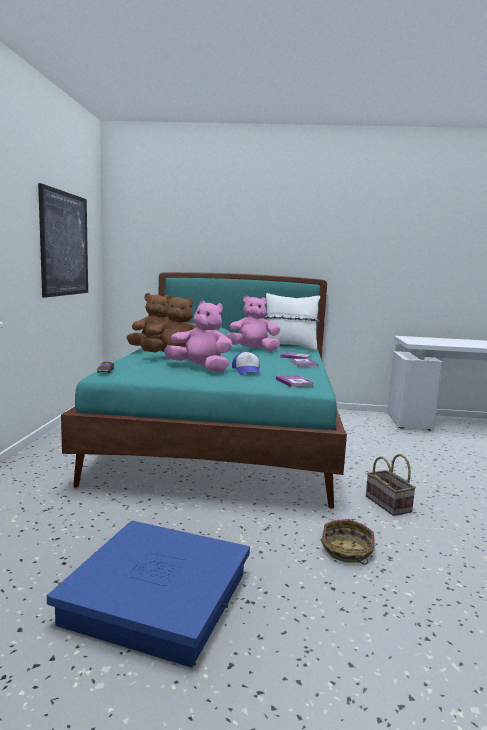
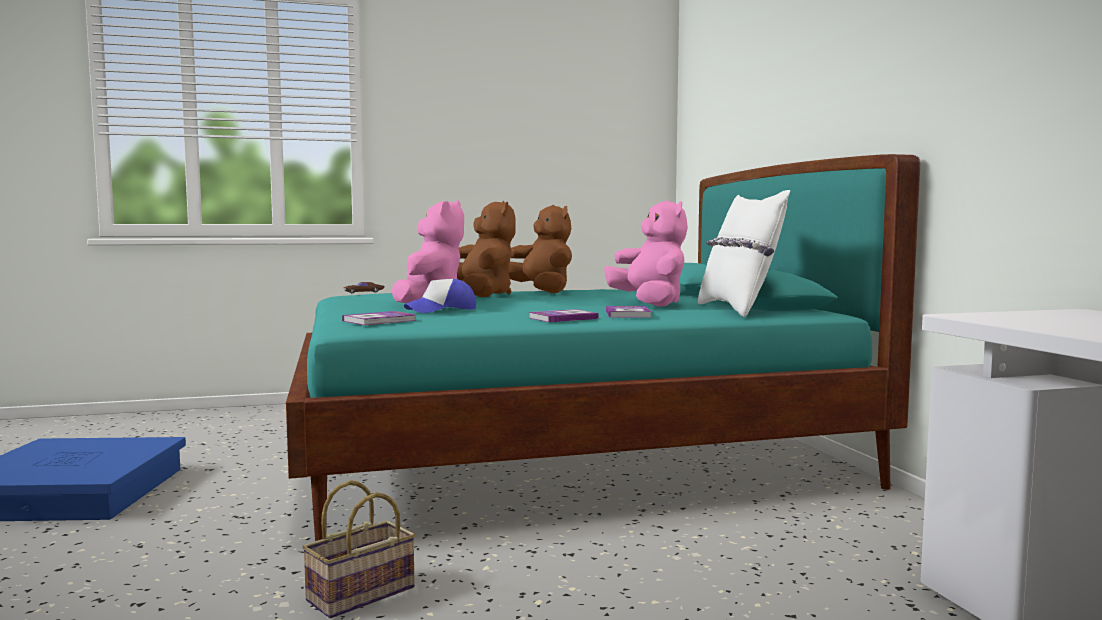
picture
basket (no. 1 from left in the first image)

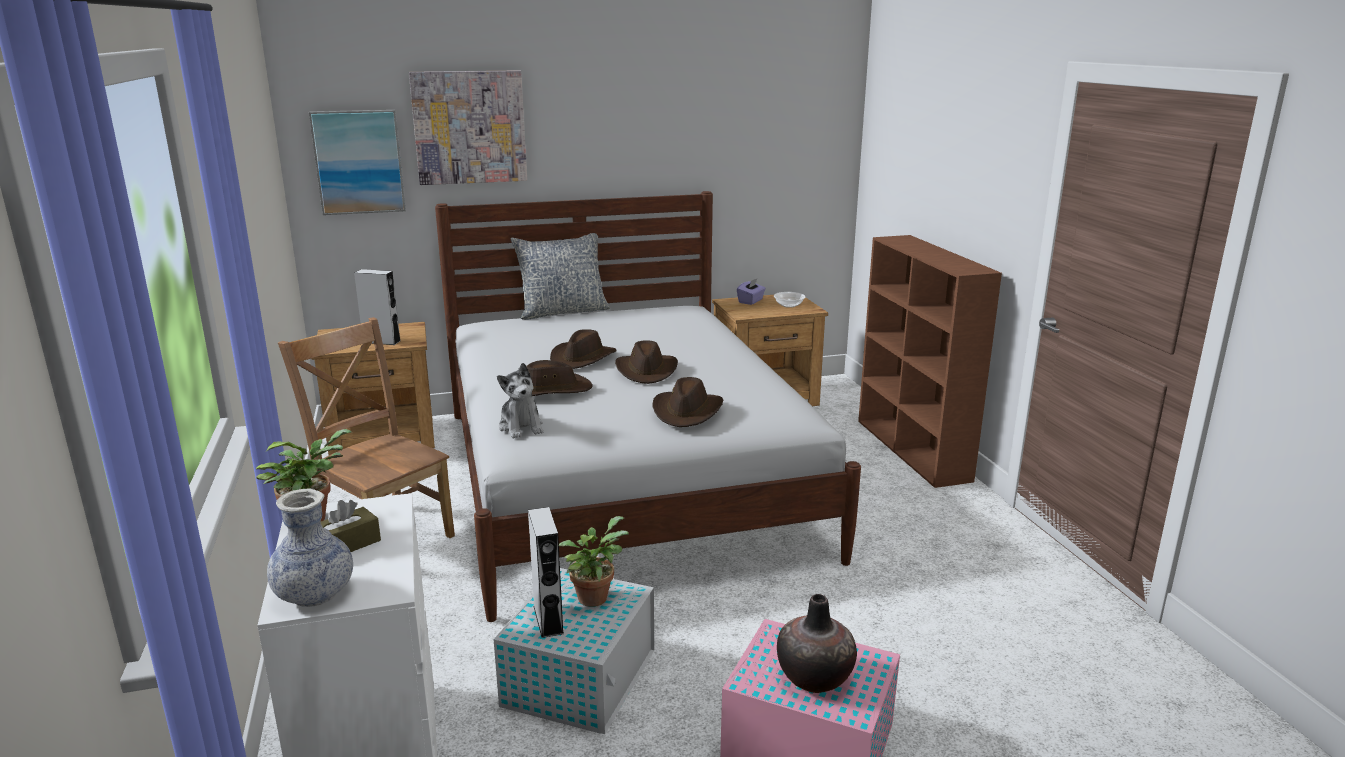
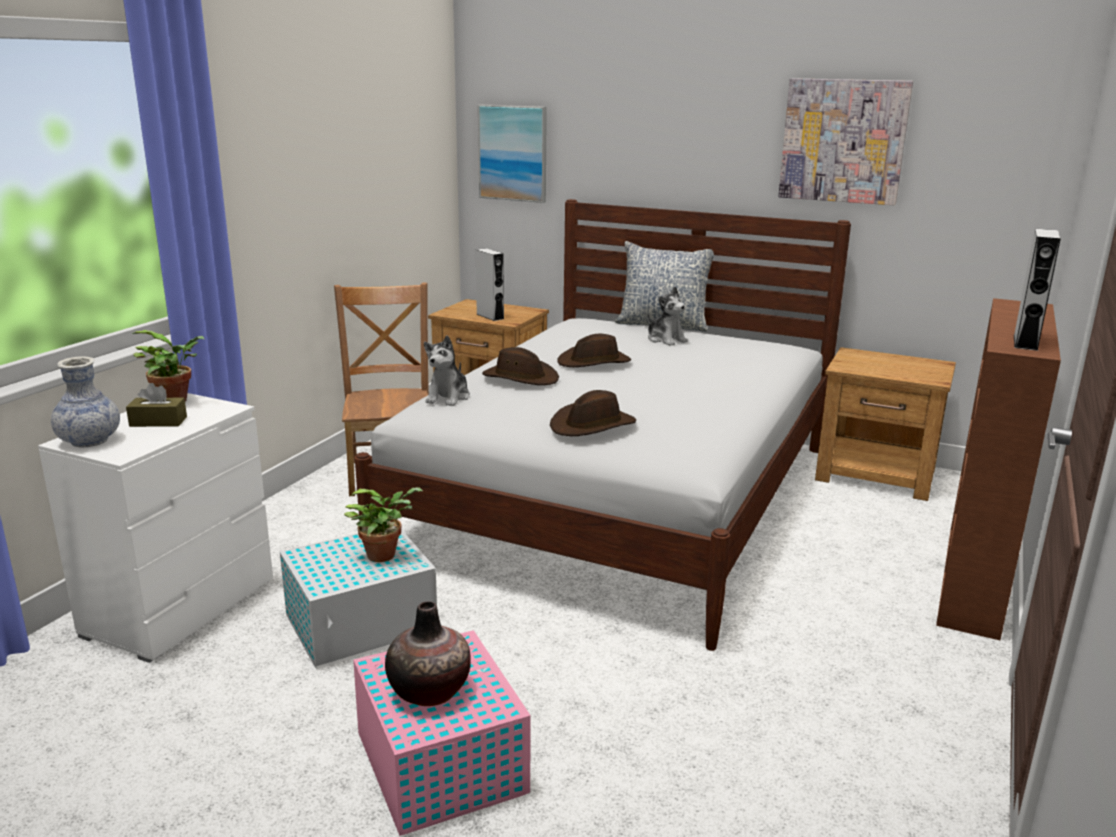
plush toy (no. 2 from left)
picture (no. 2 from left)
grey speaker (no. 2 from left)
brown hat (no. 3 from left in the first image)
purple tissue box
bowl

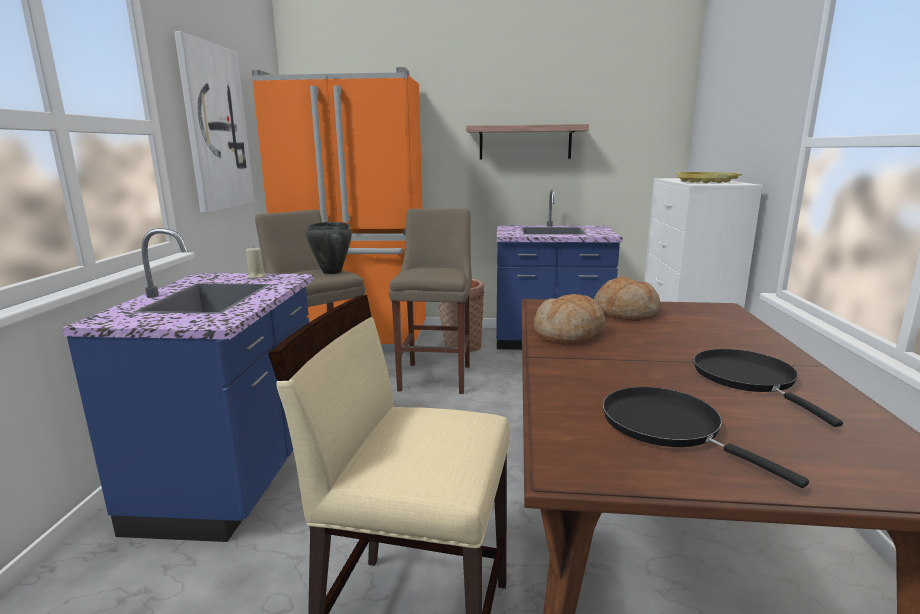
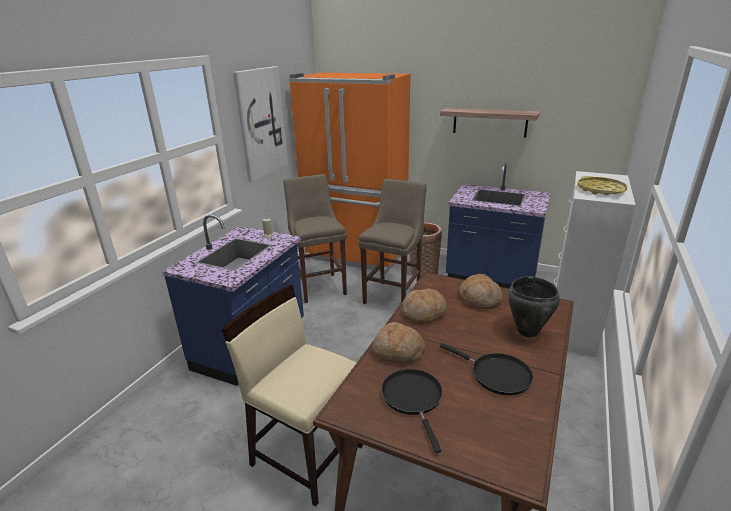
bread (no. 1 from left)
black frying pan (no. 2 from left)
black cooking pot

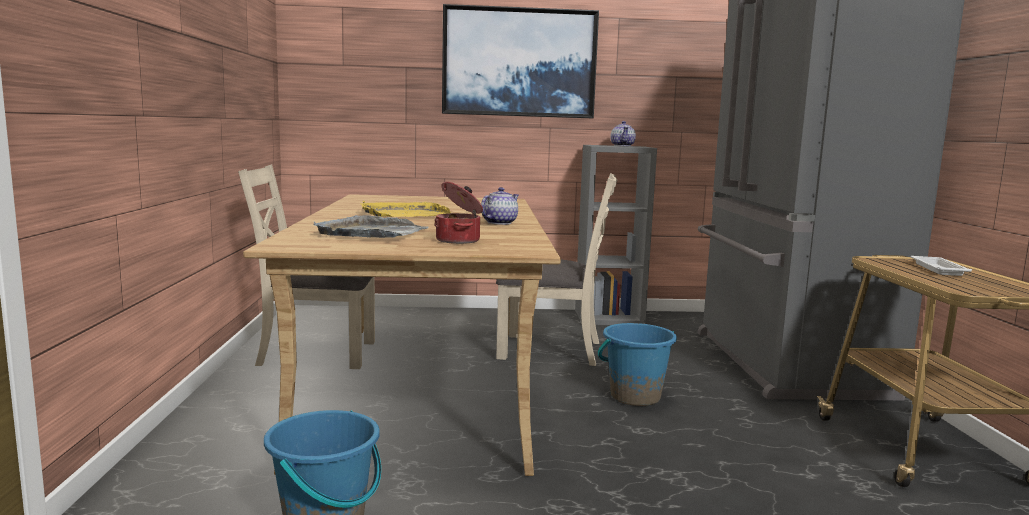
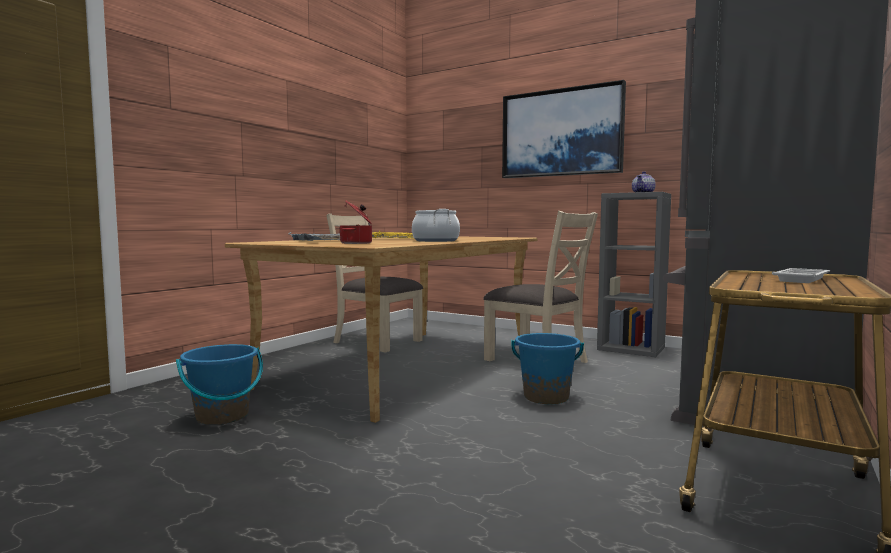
cooking pot (no. 2 from left)

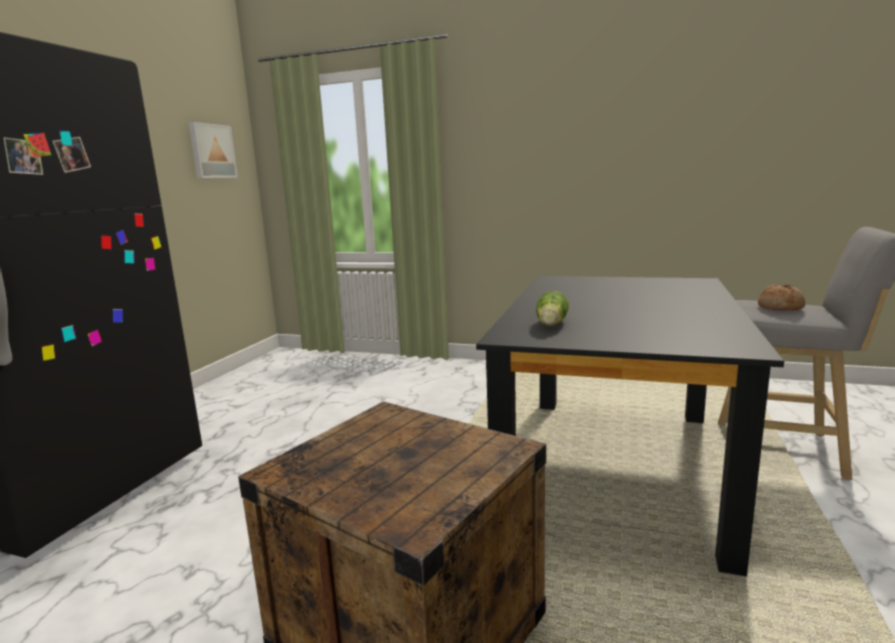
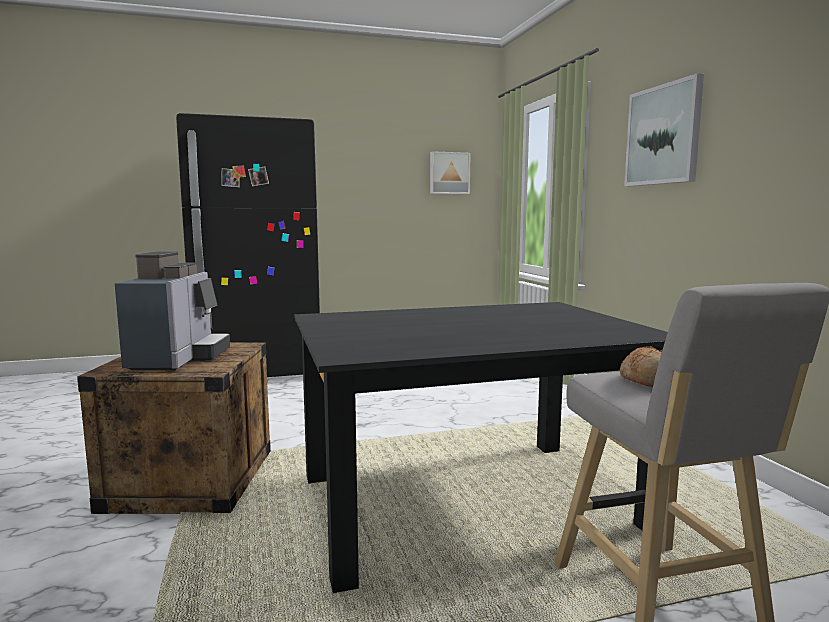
coffee machine
picture (no. 2 from left)
lettuce

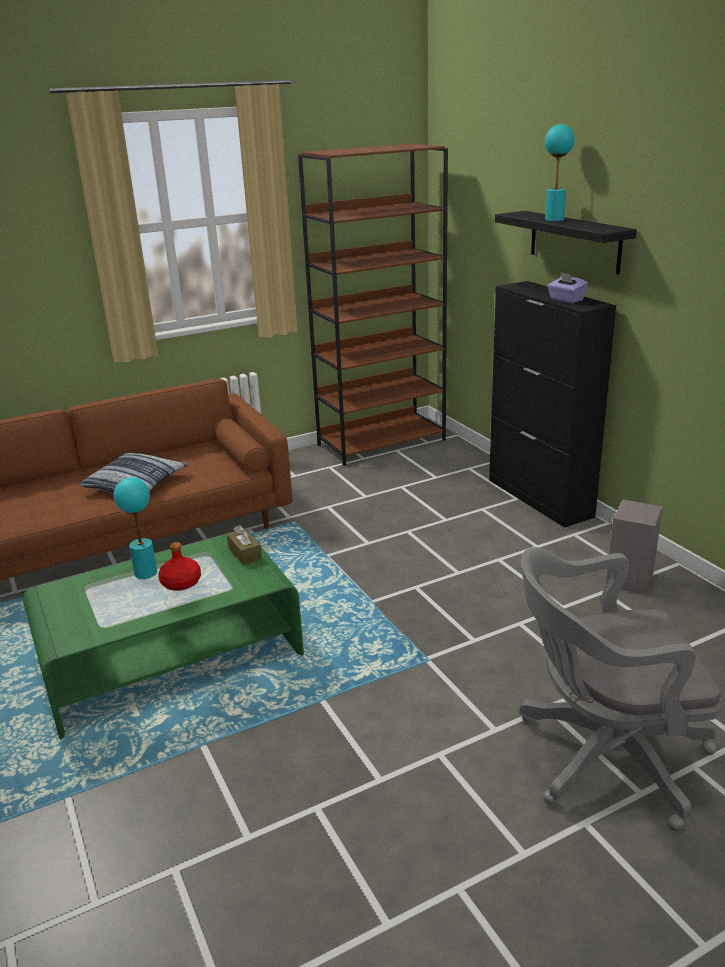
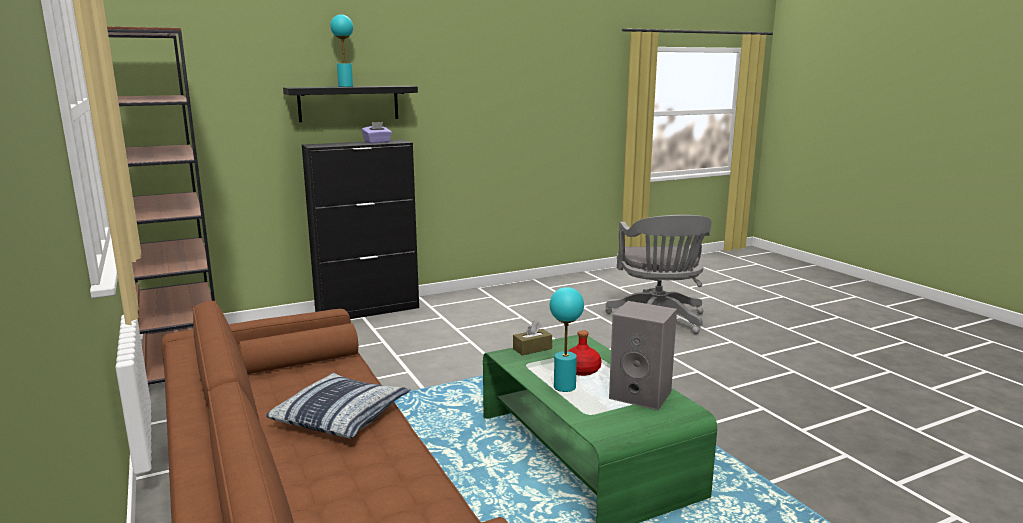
grey speaker

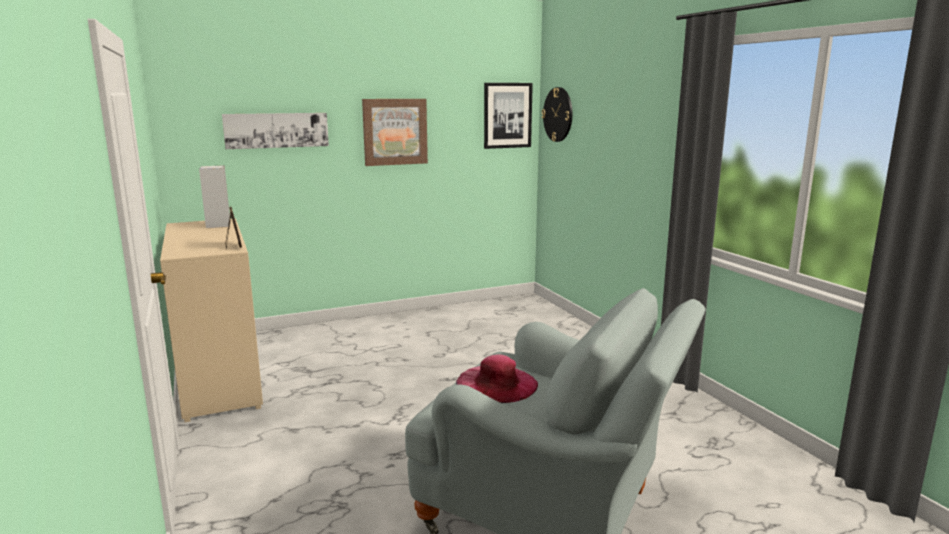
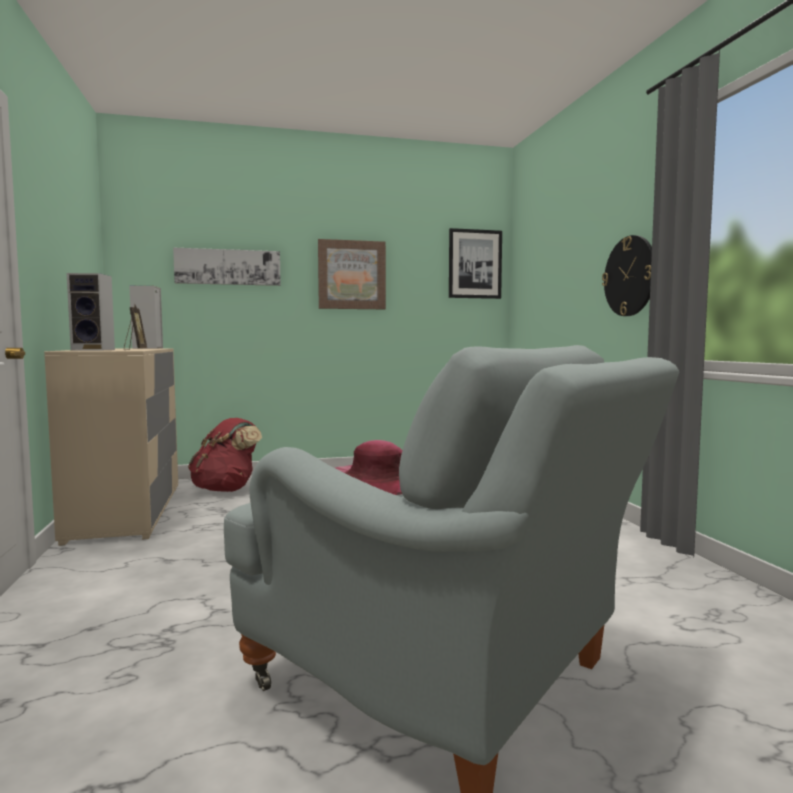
speaker (no. 1 from left)
red backpack
wall clock

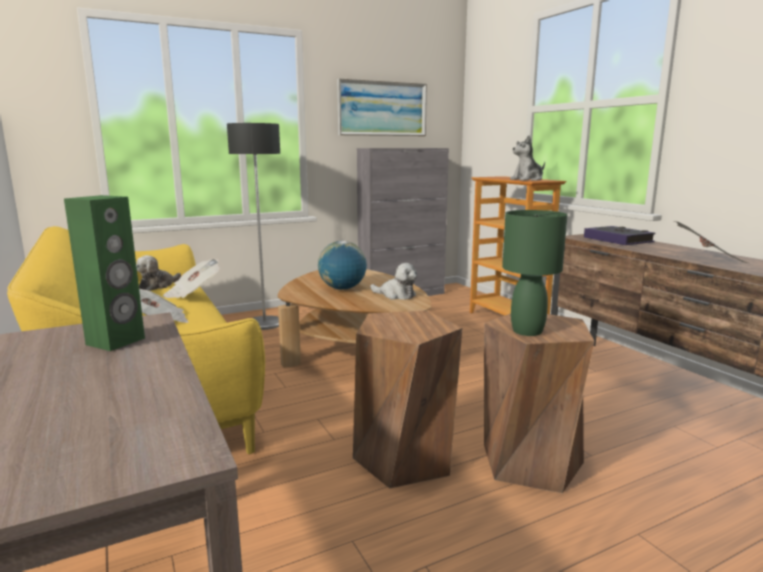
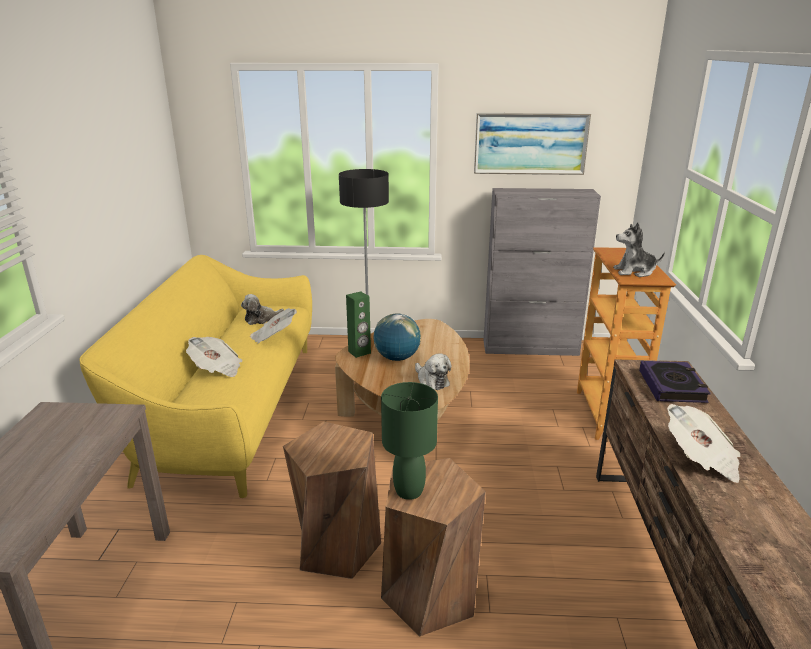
green speaker

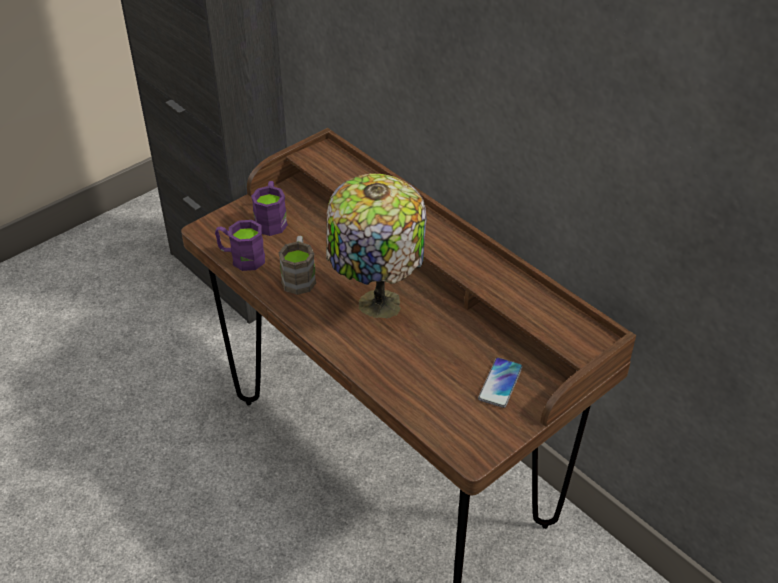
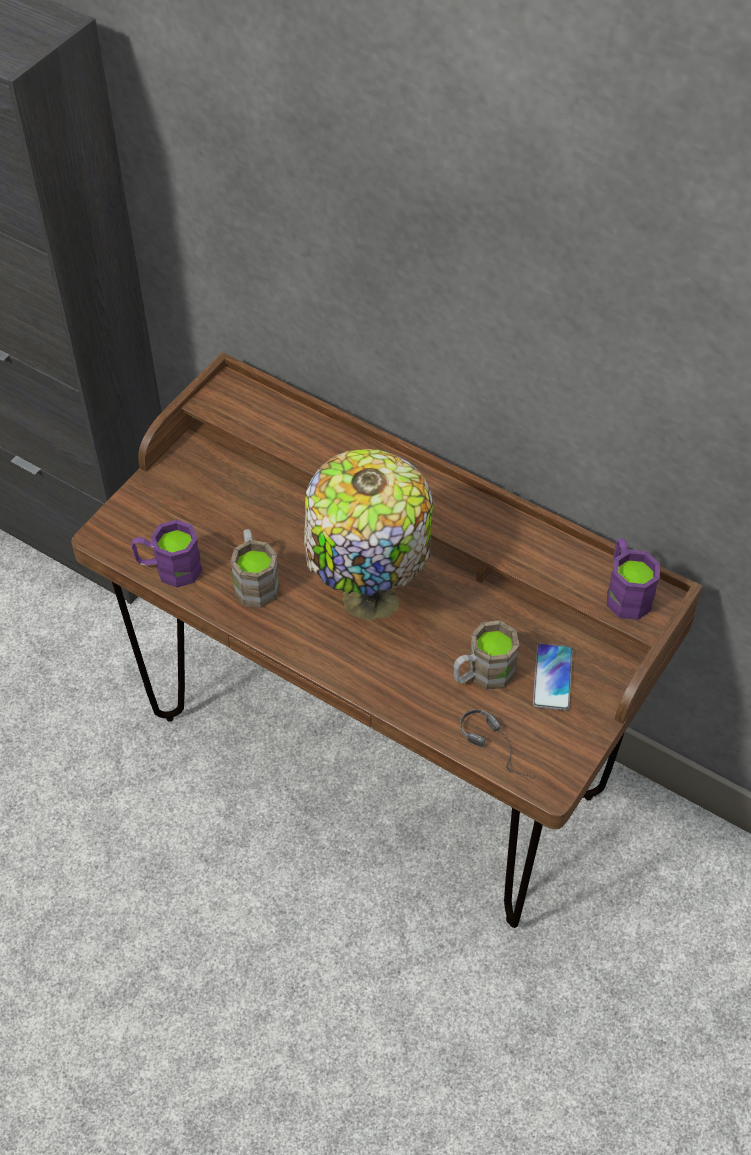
brown mug (no. 2 from left)
headphones
purple mug (no. 2 from left)

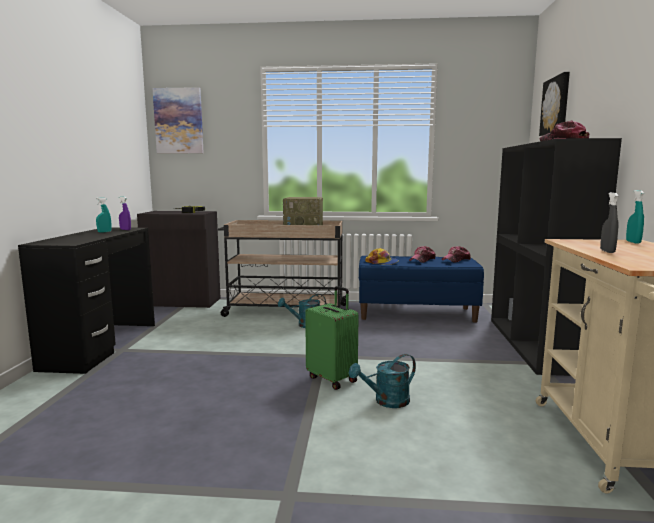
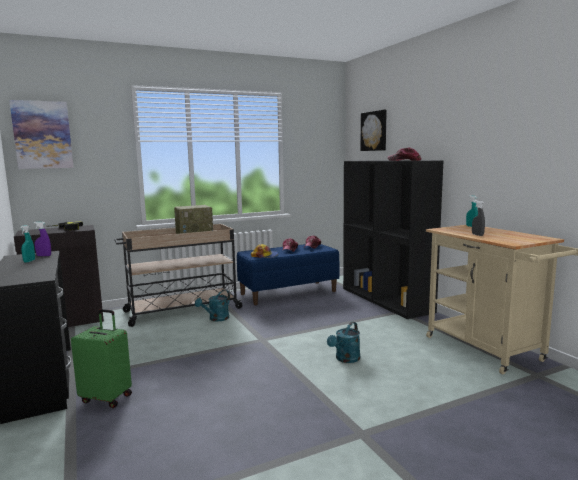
green suitcase

